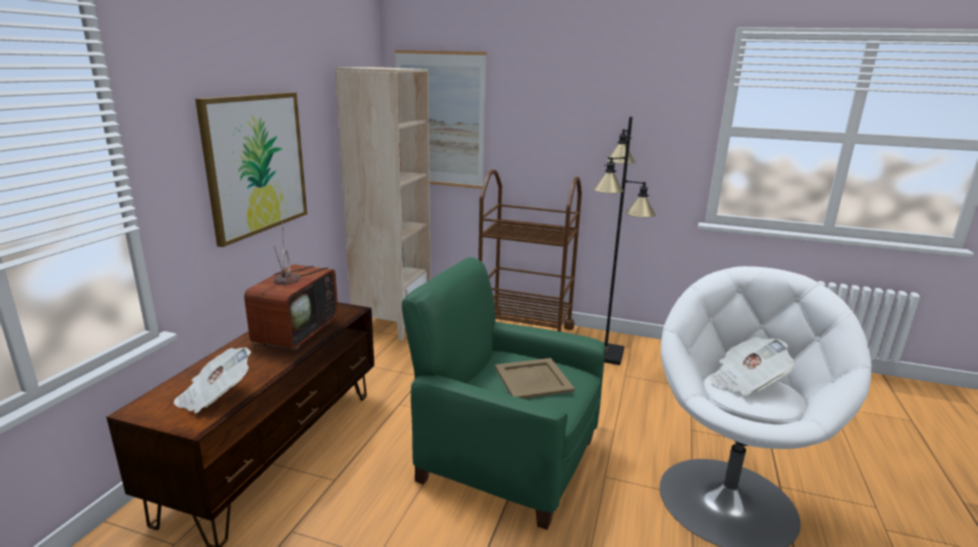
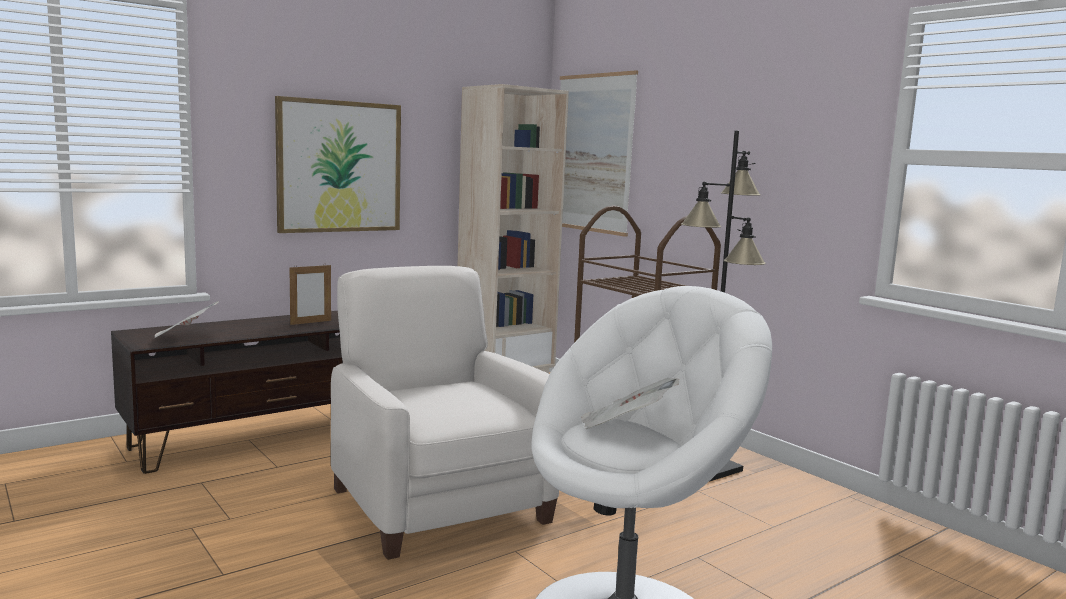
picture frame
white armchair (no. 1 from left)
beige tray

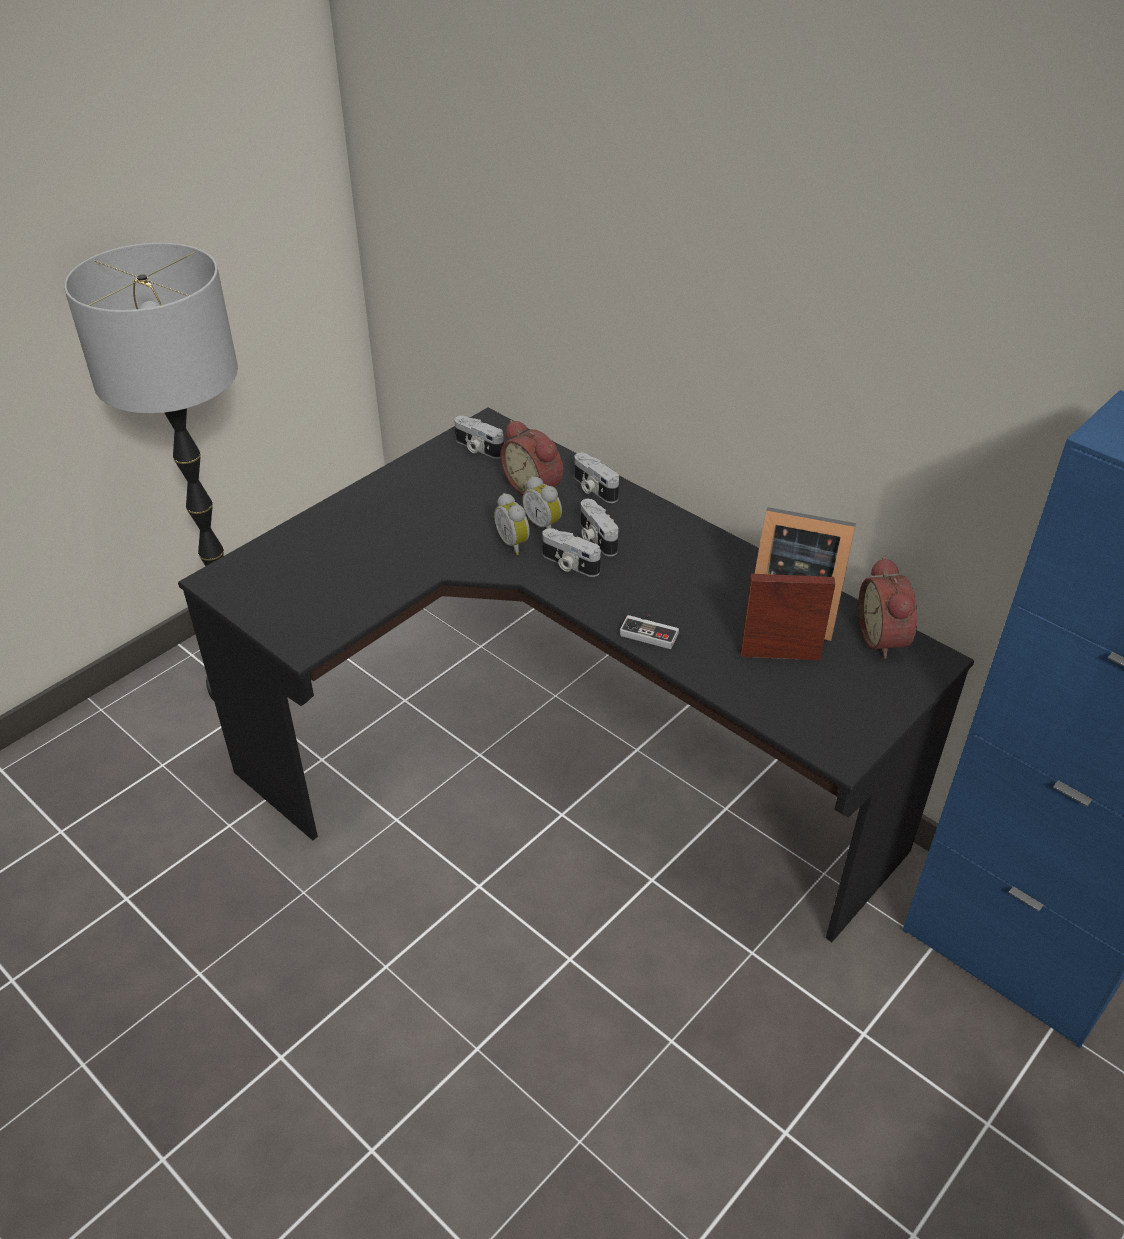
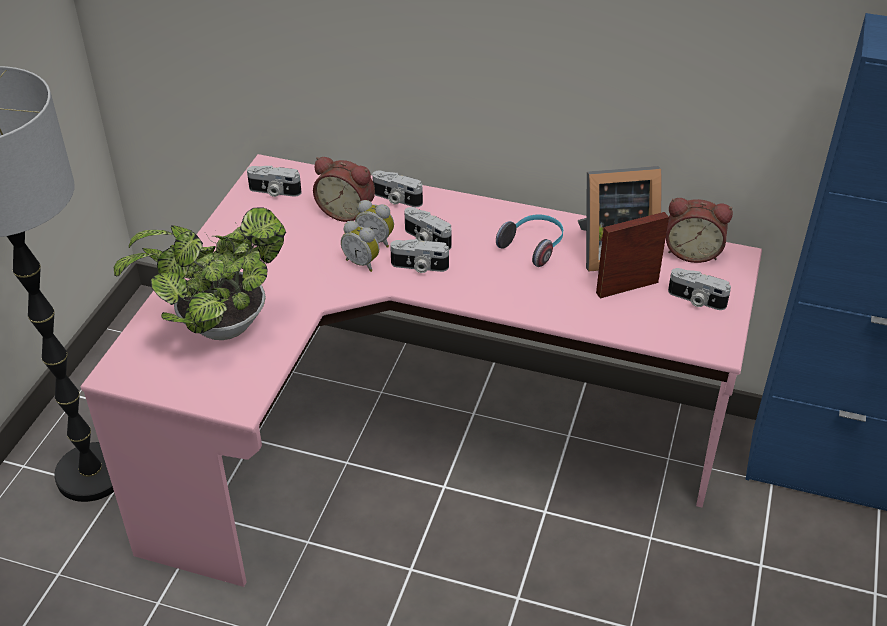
pink desk
potted plant
headphones
alarm clock (no. 4 from left)
photo camera (no. 5 from left)
game controller

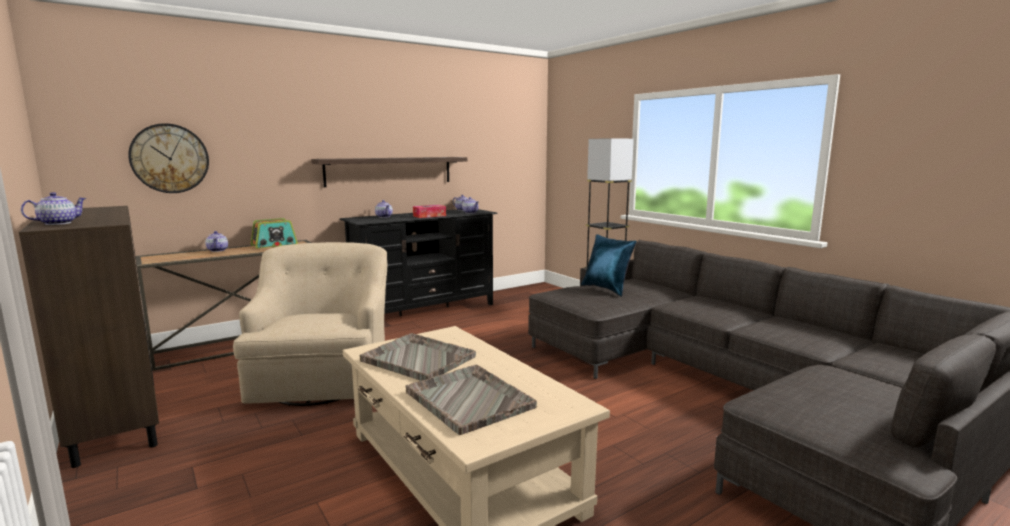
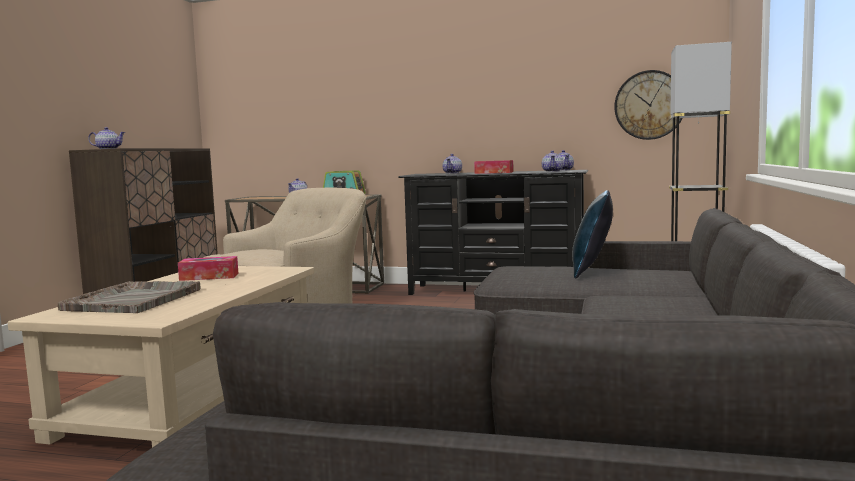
tissue box (no. 1 from left)
wall clock
shelf

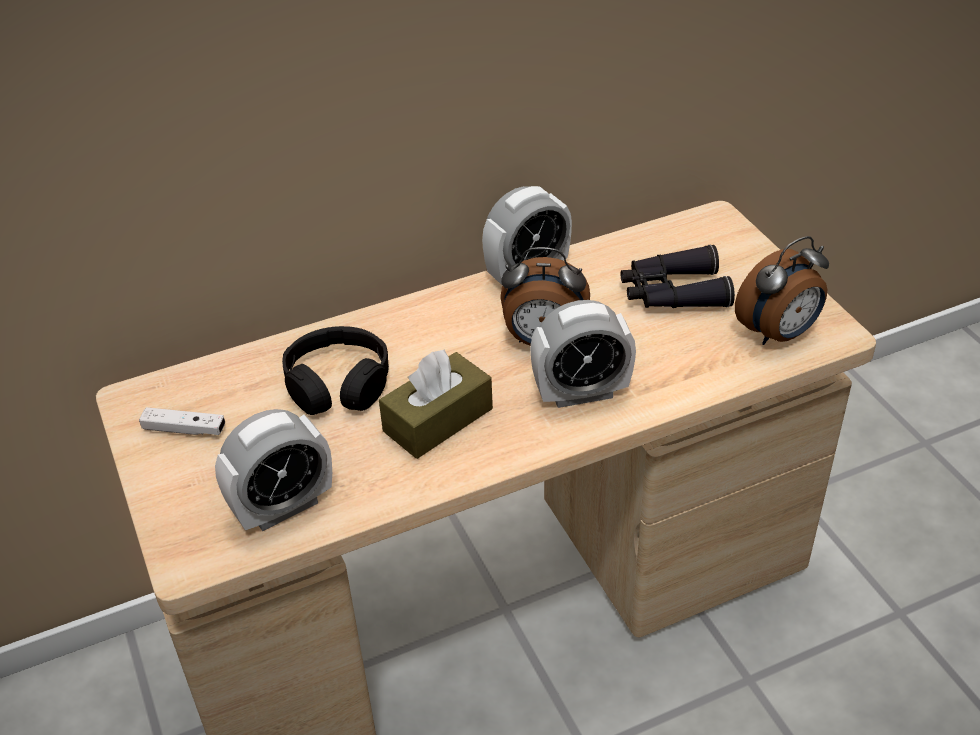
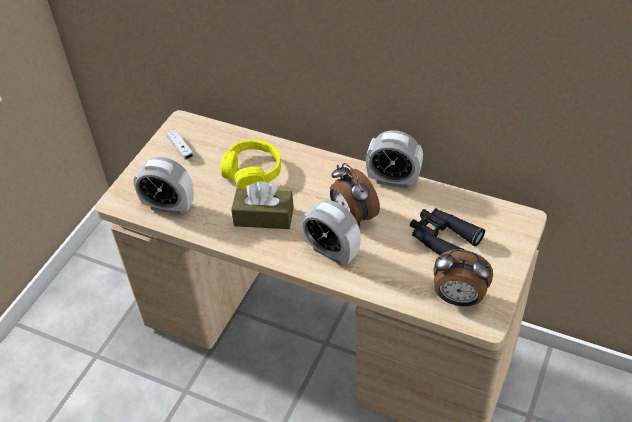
yellow headphones

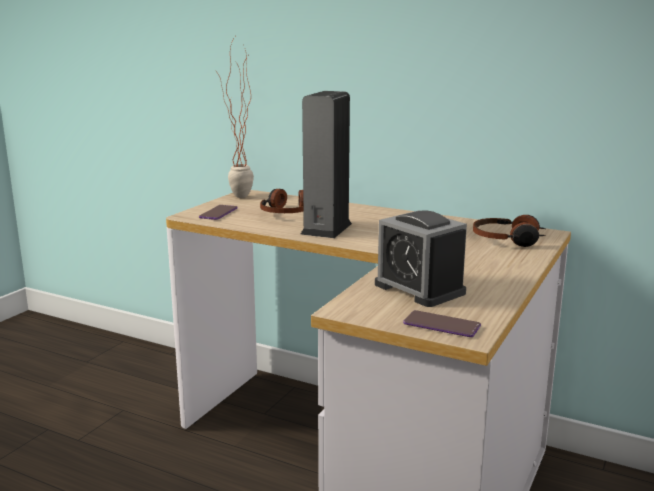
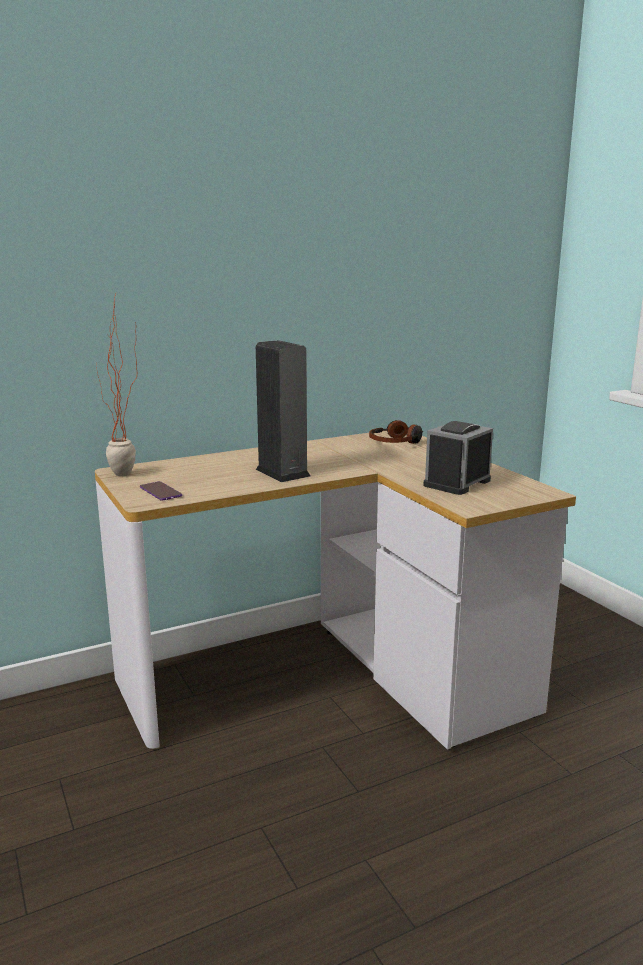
alarm clock
headphones (no. 1 from left in the first image)
phone (no. 2 from left in the first image)

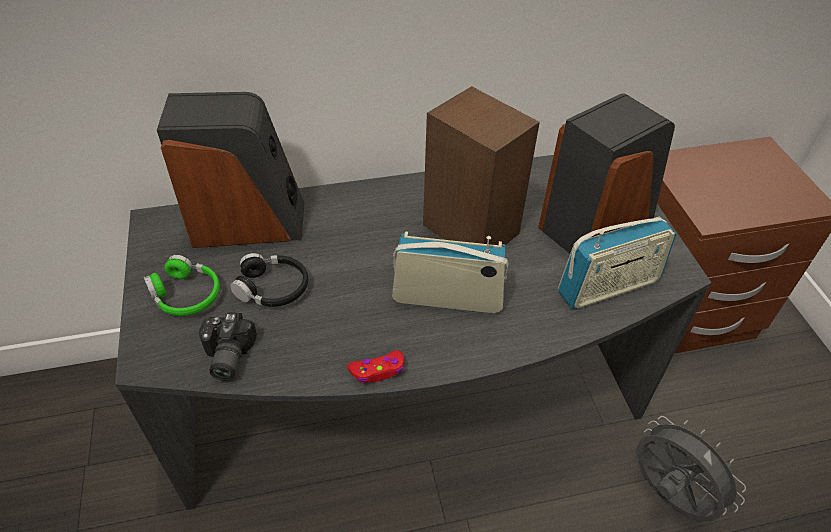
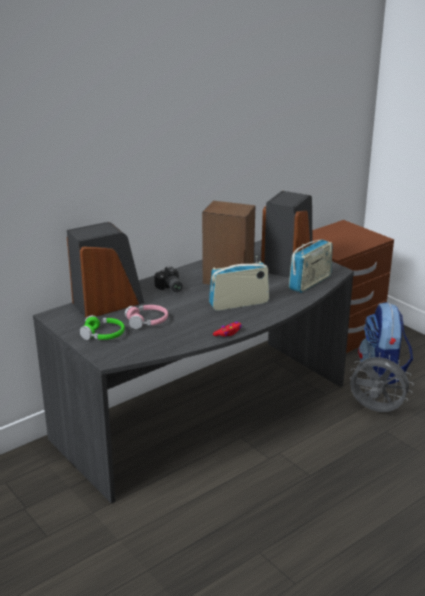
pink headphones
photo camera
backpack

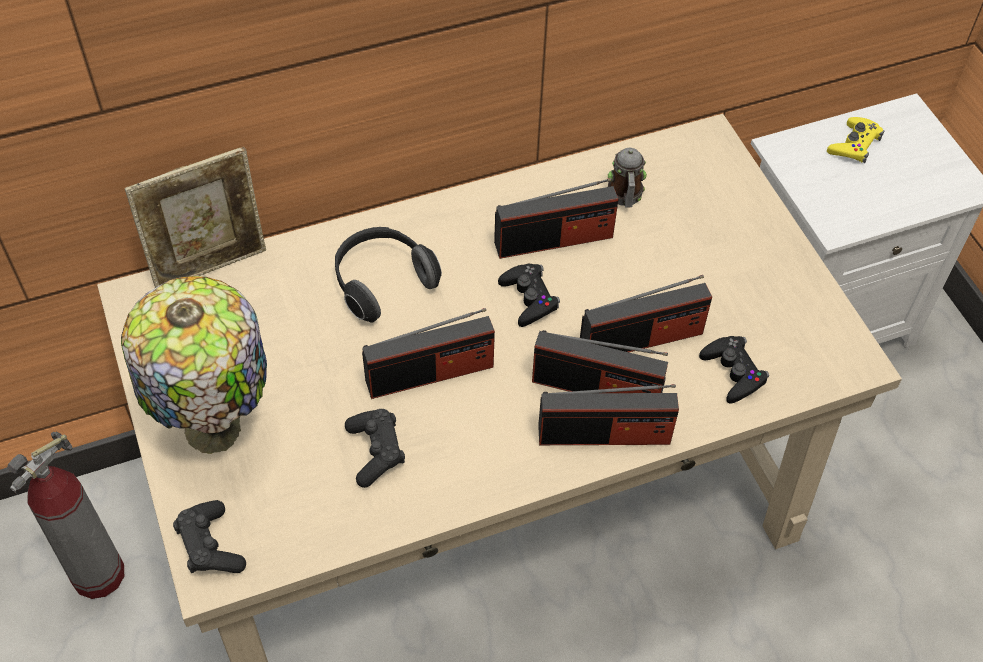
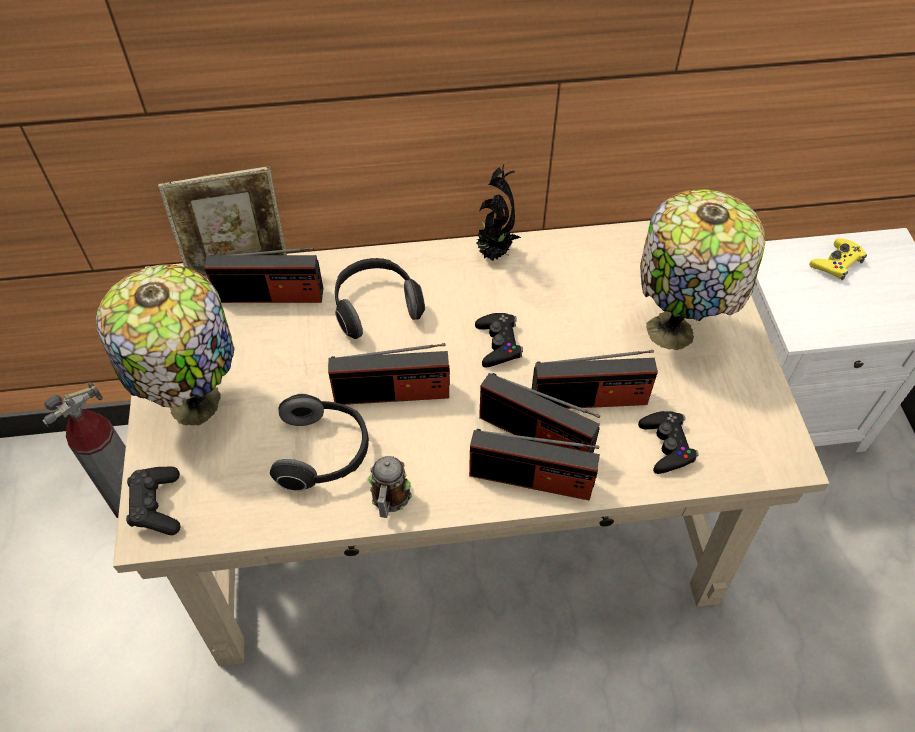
radio (no. 1 from left)
headphones (no. 1 from left)
mug
potted plant
table lamp (no. 2 from left)

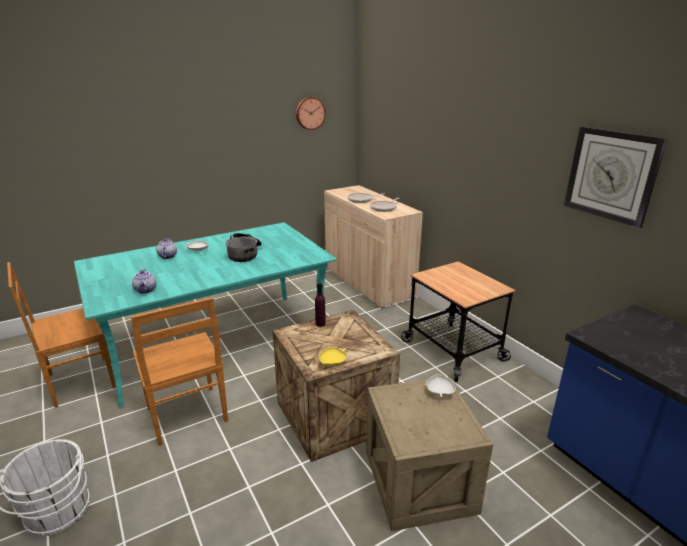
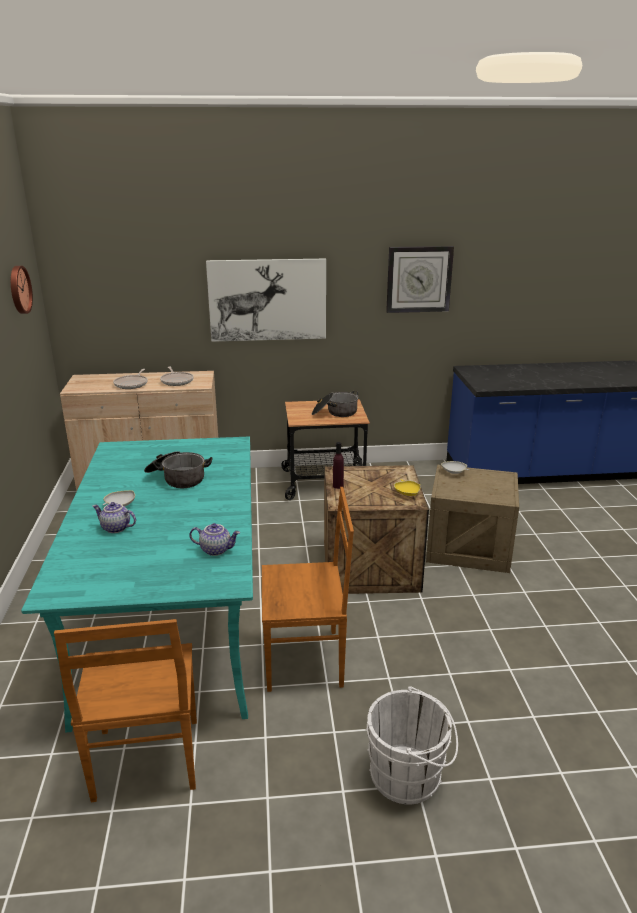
picture
cooking pot (no. 2 from left)

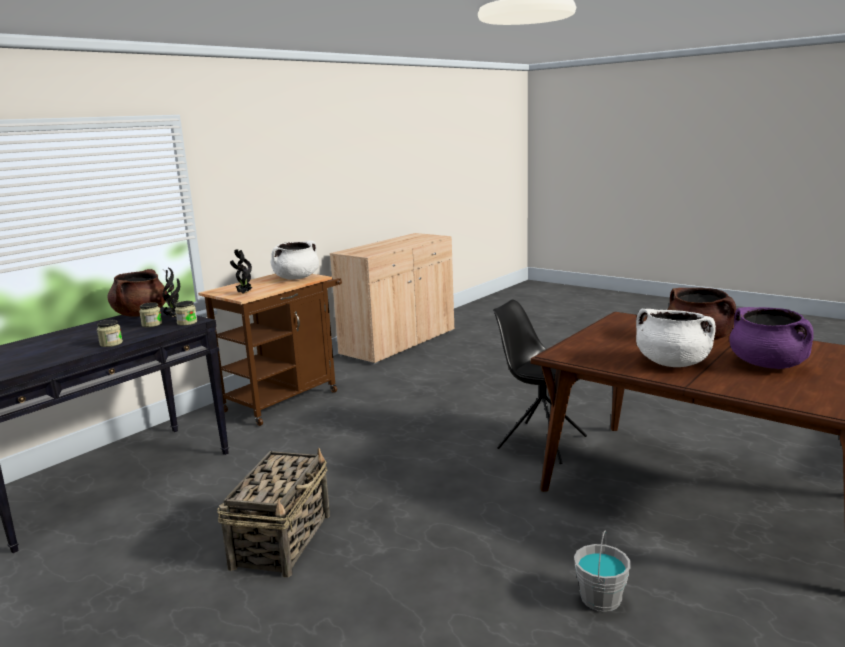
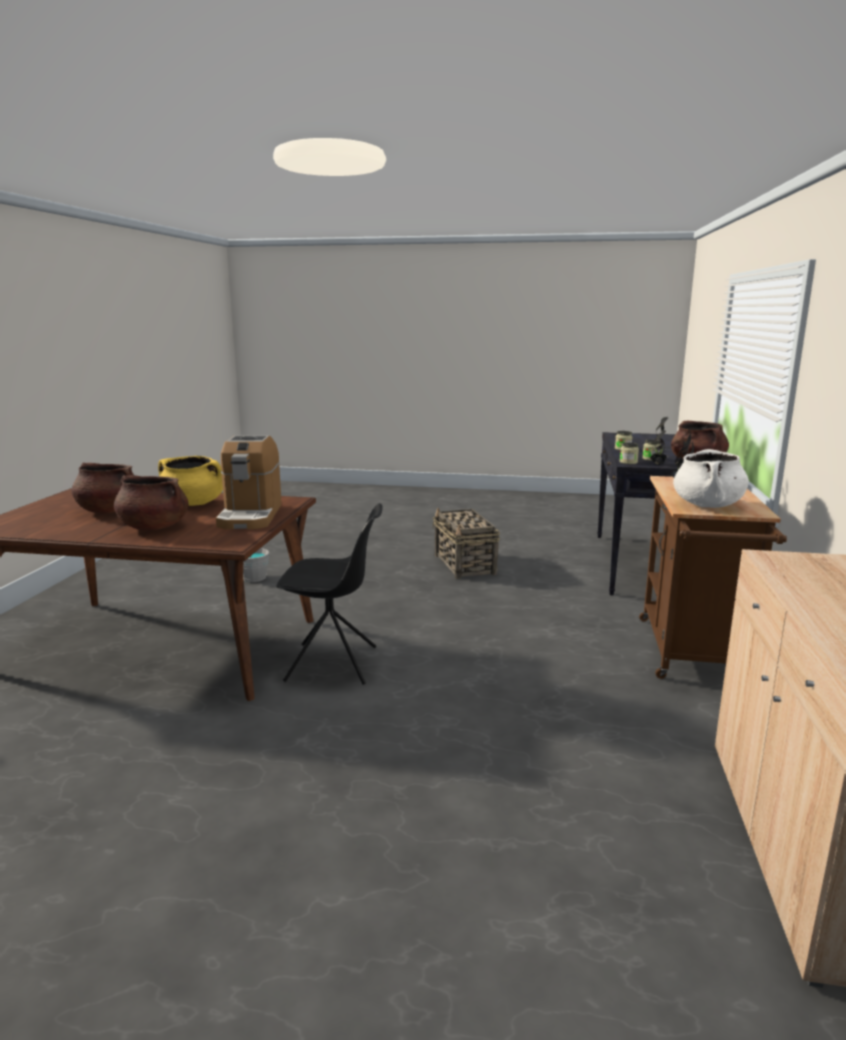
brown cooking pot (no. 1 from left)
yellow cooking pot
coffee machine

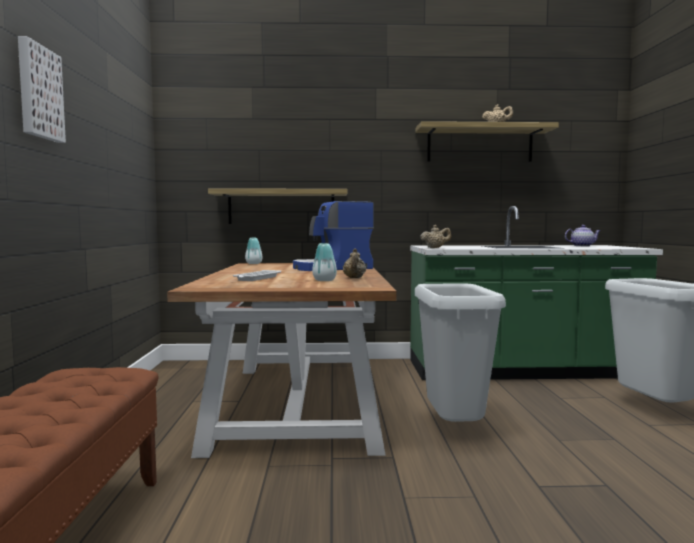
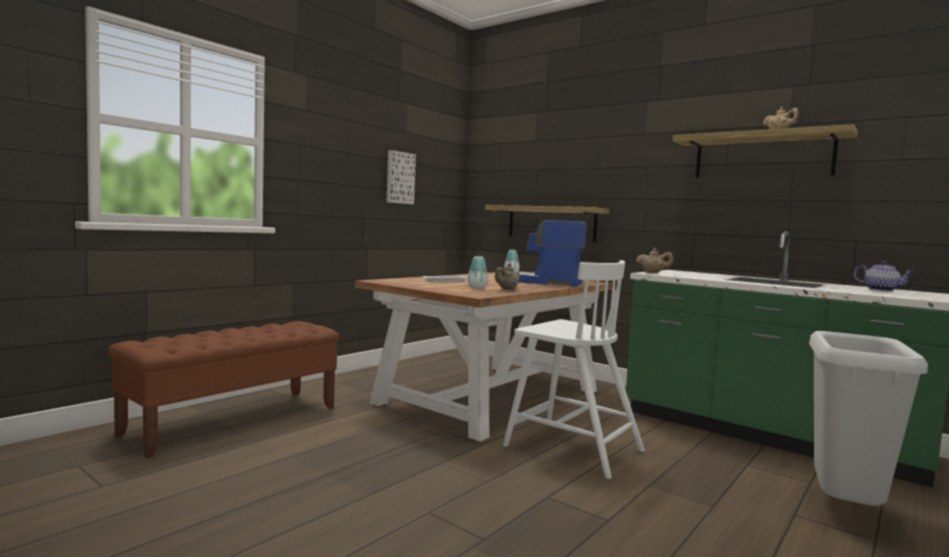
picture
white chair

